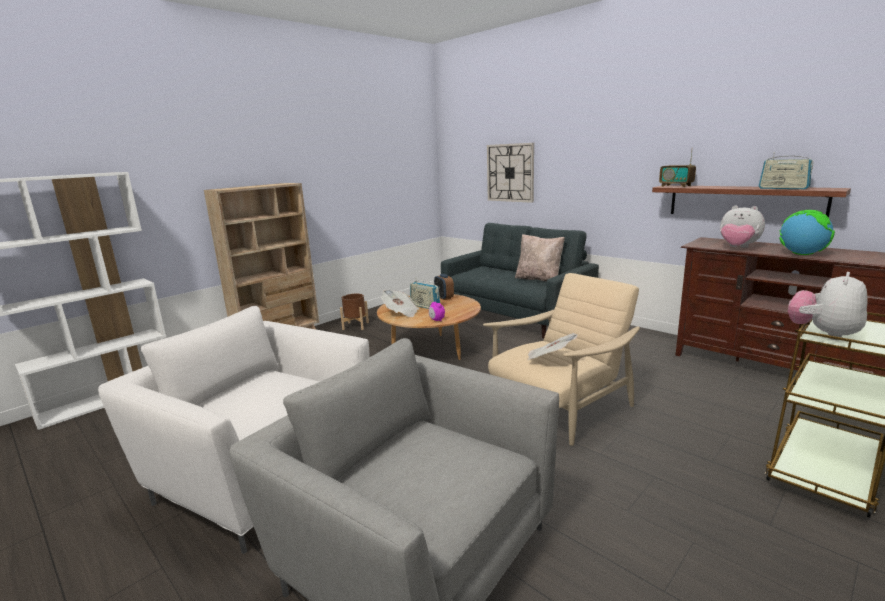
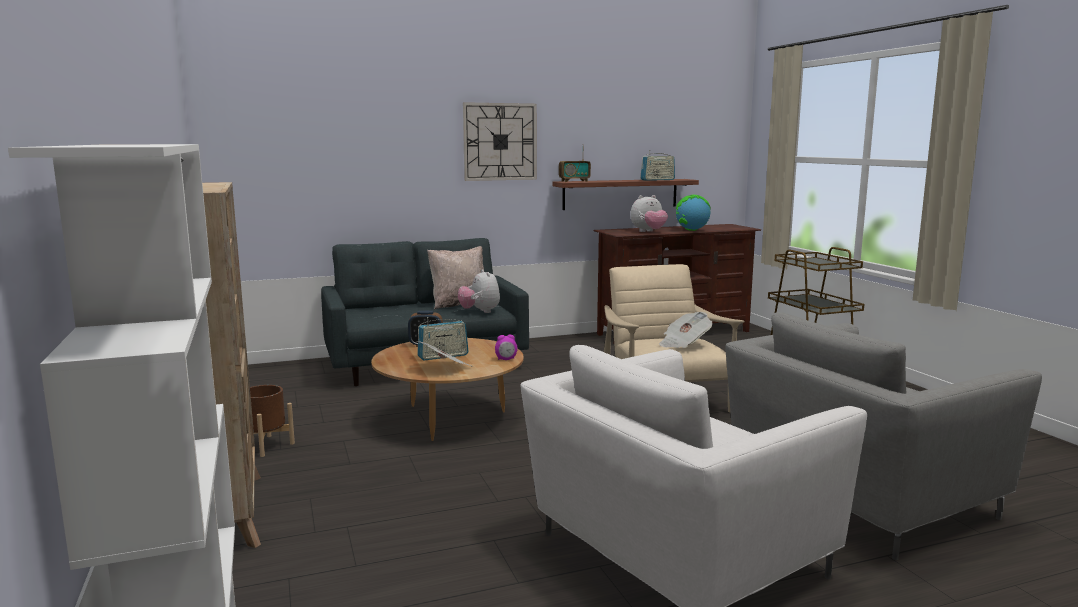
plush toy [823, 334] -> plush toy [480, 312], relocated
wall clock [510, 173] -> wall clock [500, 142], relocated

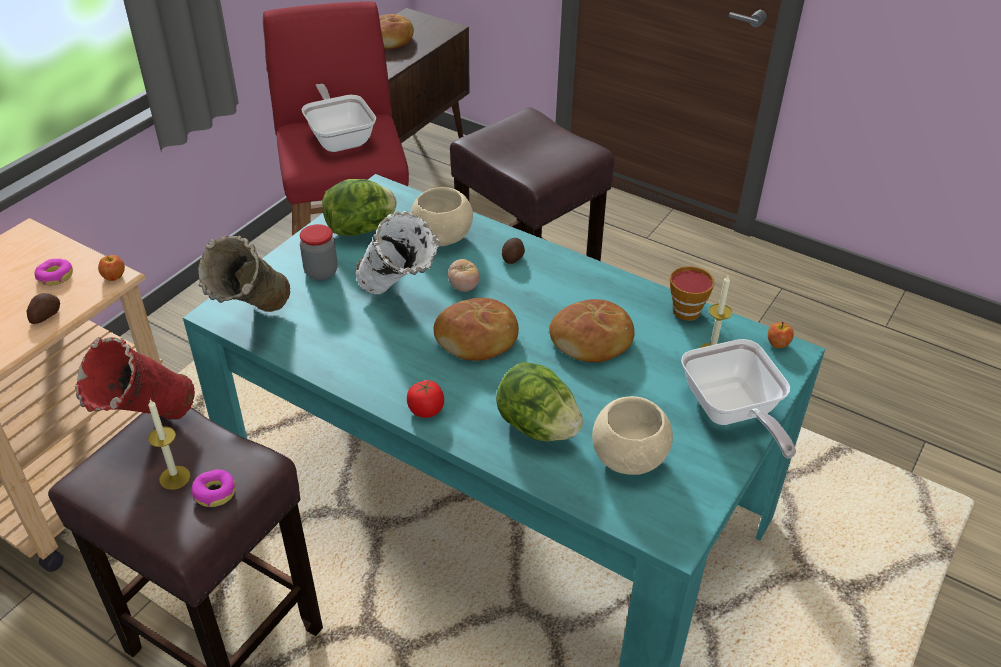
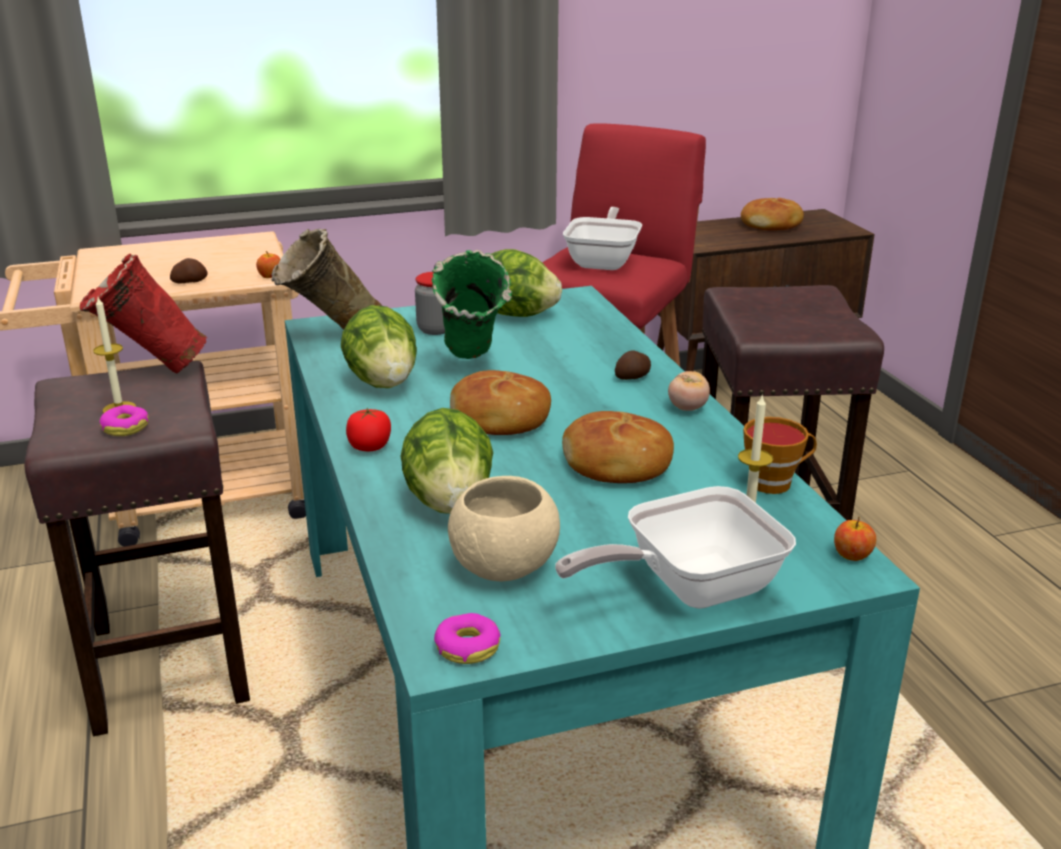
none -> lettuce [383, 382]
white vase [397, 299] -> green vase [472, 367]
donut [55, 276] -> donut [467, 647], relocated
frying pan [732, 414] -> frying pan [688, 588], 45 degrees clockwise
tomato [464, 287] -> tomato [687, 408], relocated
beige bowl [443, 238] -> none

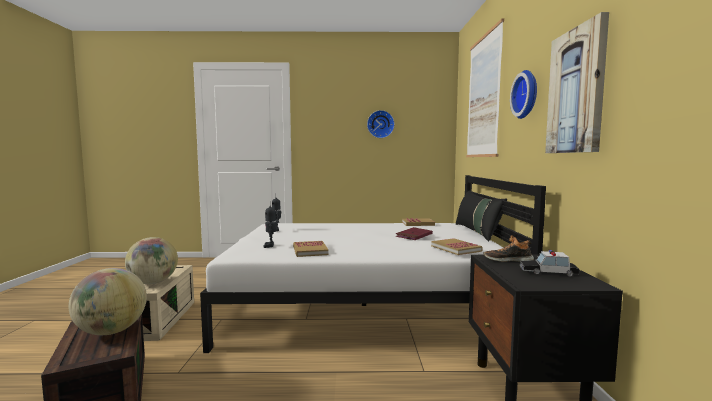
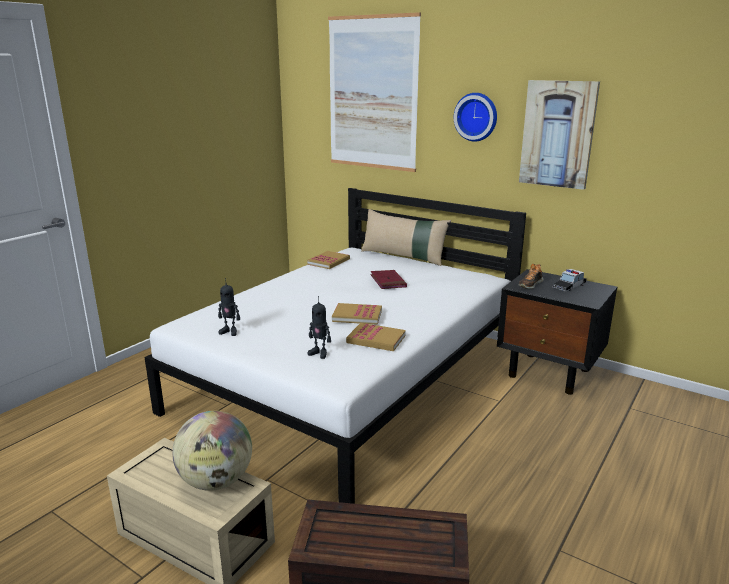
book [456, 248] -> book [357, 316], relocated
black pillow [477, 232] -> beige pillow [404, 256]
globe [111, 331] -> none
wall clock [380, 124] -> none

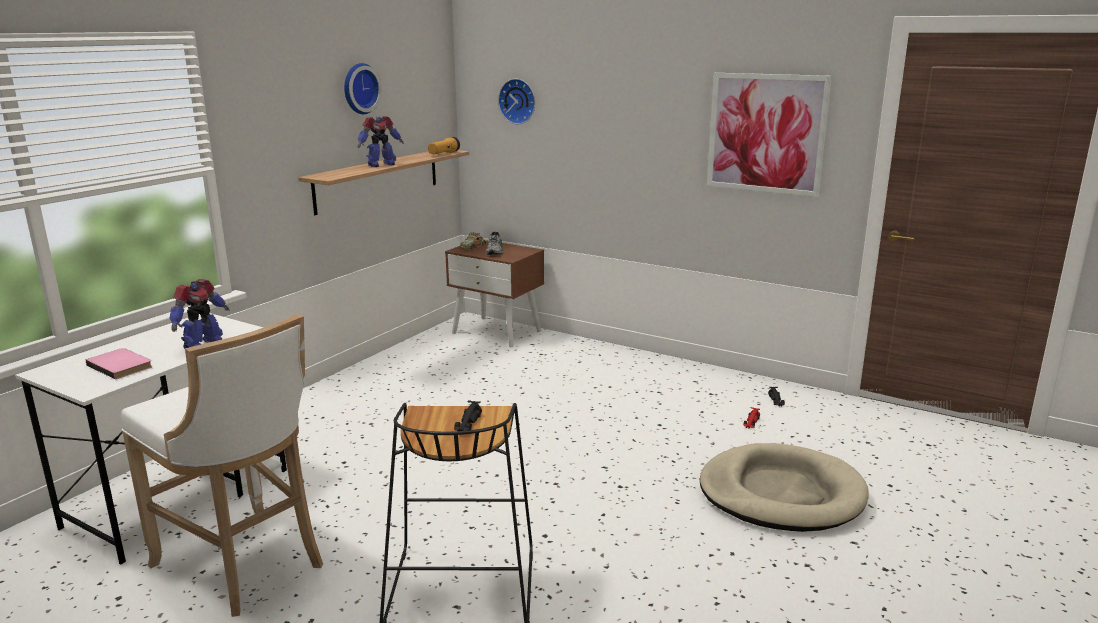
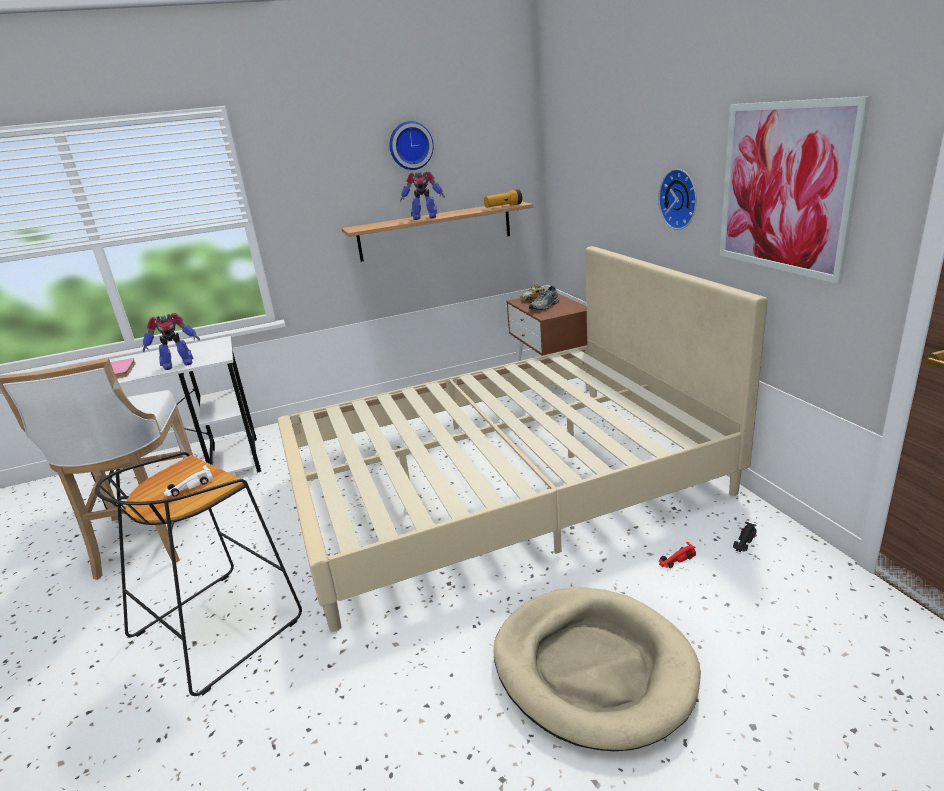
black toy car [467, 423] -> white toy car [188, 487]
none -> beige bed [499, 483]
wall clock [518, 101] -> wall clock [681, 199], relocated

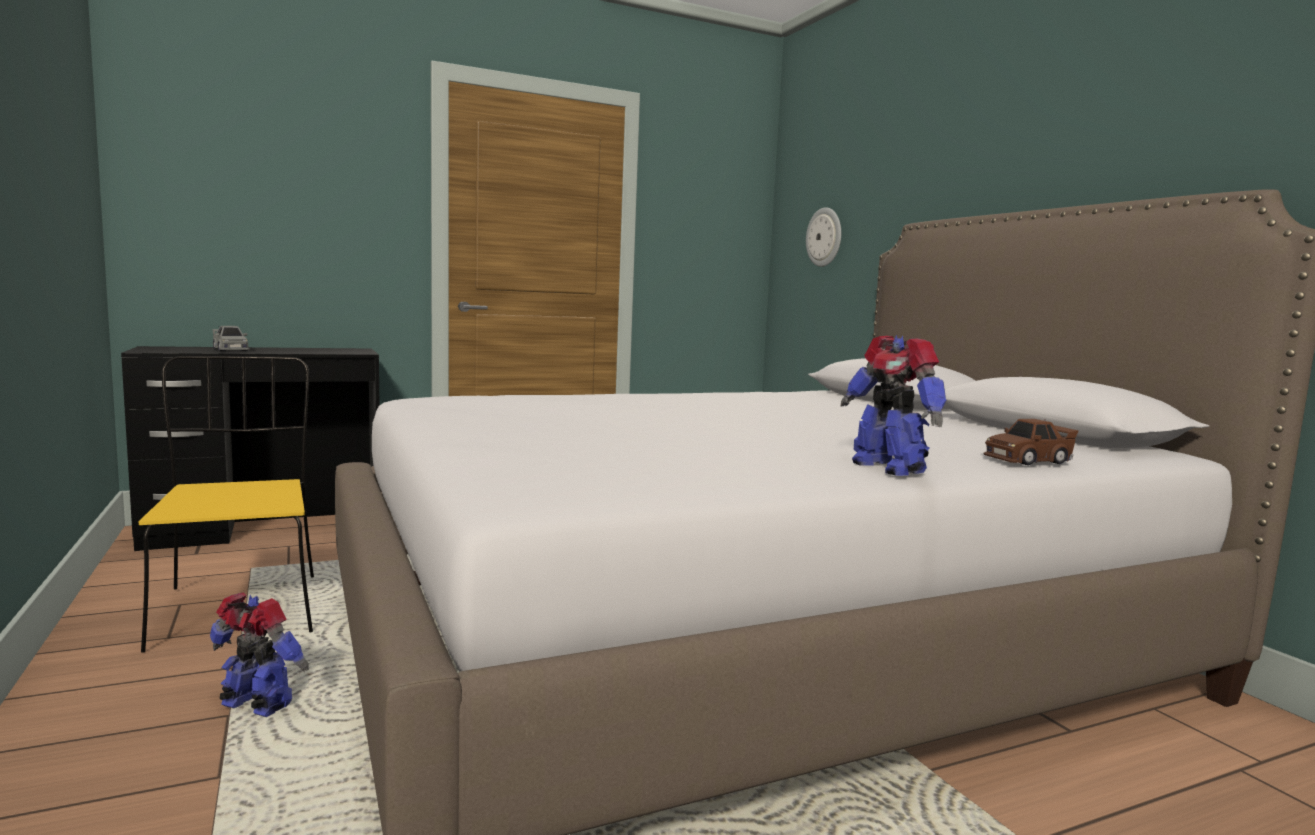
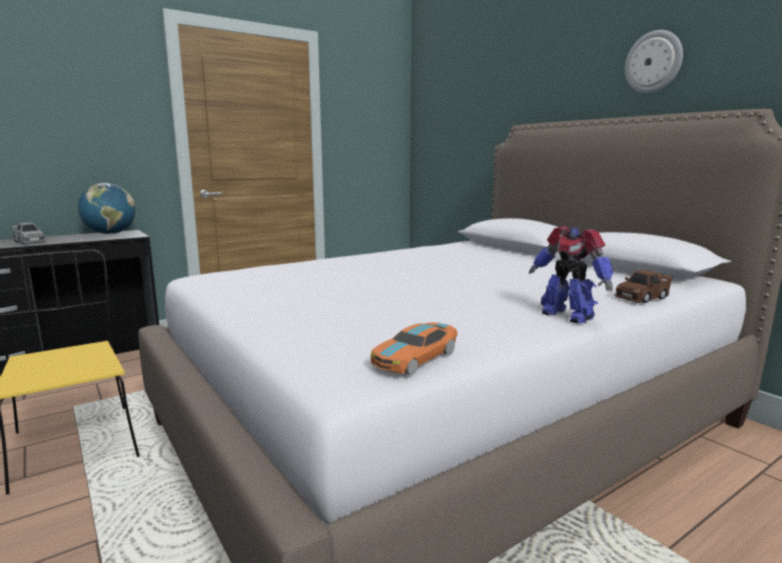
none -> globe [110, 233]
none -> toy car [415, 358]
wall clock [824, 237] -> wall clock [653, 62], relocated
toy robot [256, 706] -> none

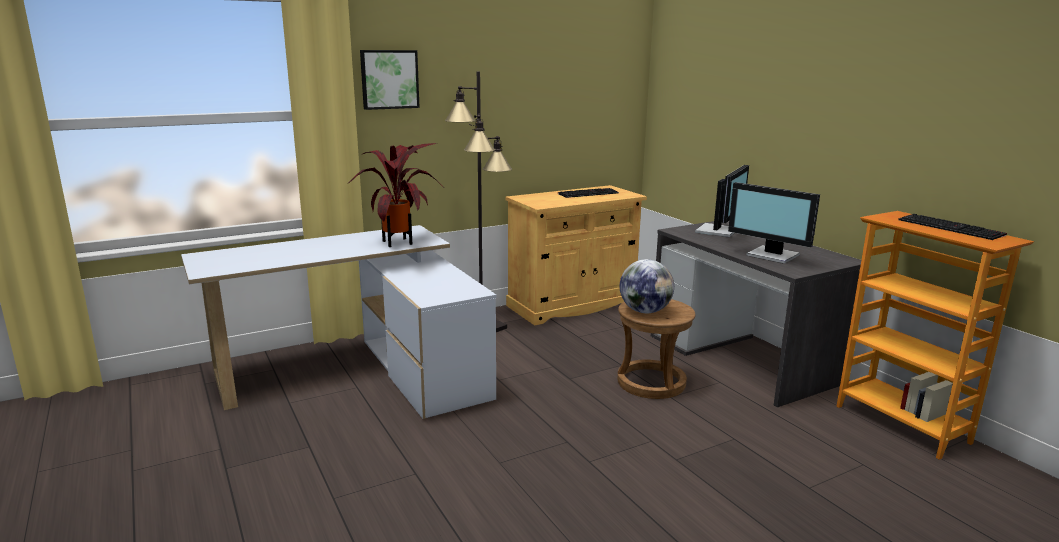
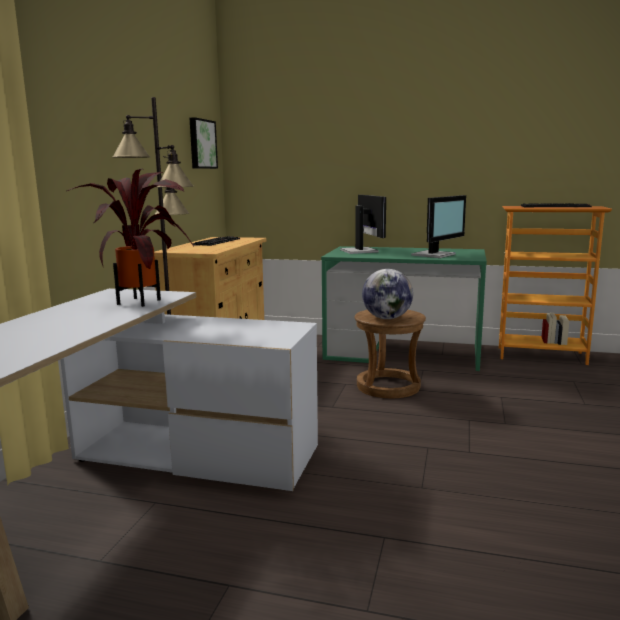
picture [389, 79] -> picture [201, 144], relocated
grey desk [743, 358] -> green desk [403, 352]
monitor [772, 256] -> monitor [435, 255], 45 degrees counterclockwise

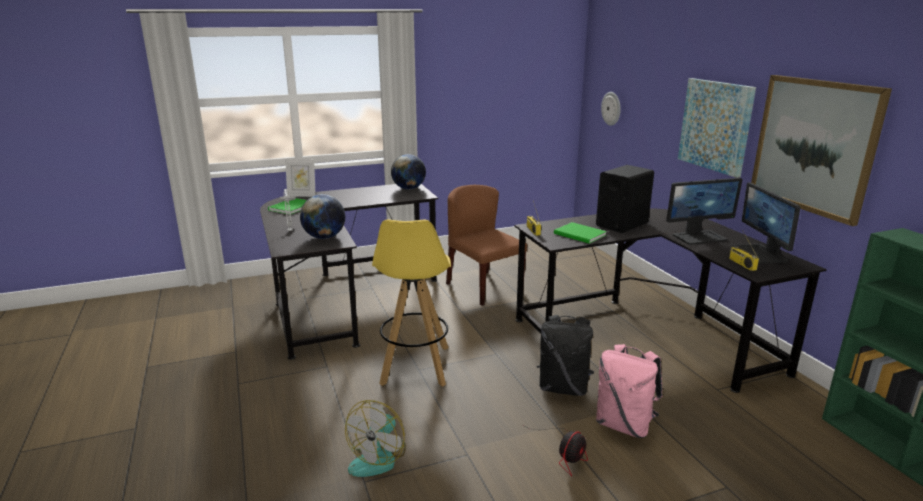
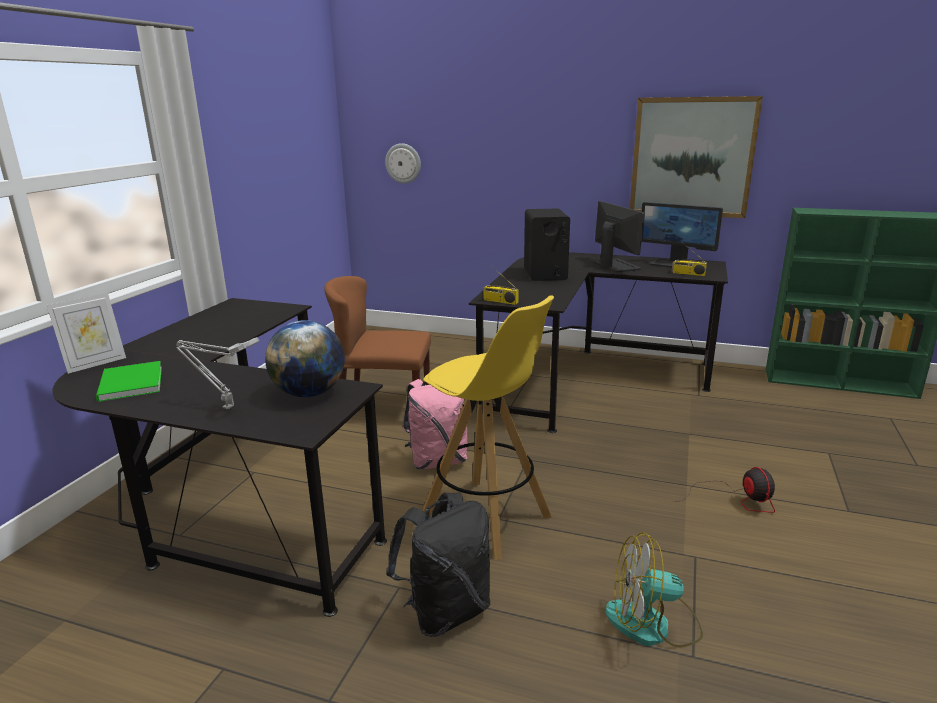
black backpack [563, 387] -> black backpack [445, 611], relocated
pink backpack [624, 425] -> pink backpack [438, 460], relocated
monitor [699, 237] -> monitor [615, 266], 45 degrees counterclockwise
fan [378, 457] -> fan [652, 624], 120 degrees clockwise
globe [409, 188] -> none
green book [580, 235] -> none
picture [715, 126] -> none

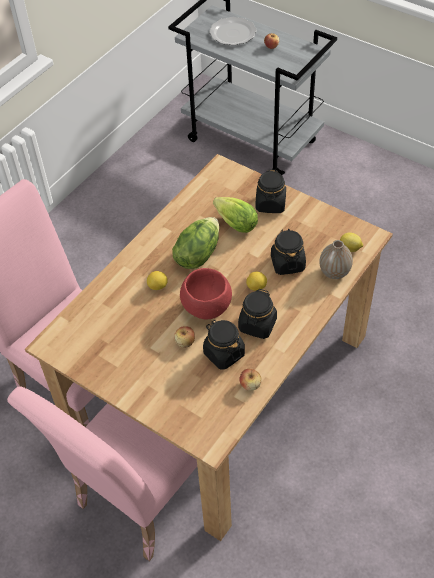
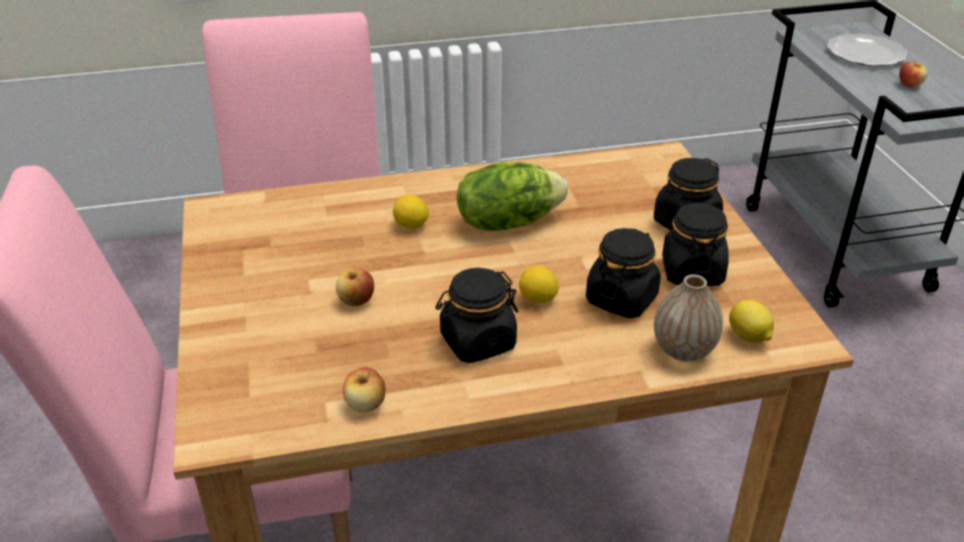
black jar [223, 354] -> black jar [692, 271], relocated
red bowl [207, 307] -> none
lettuce [233, 223] -> none

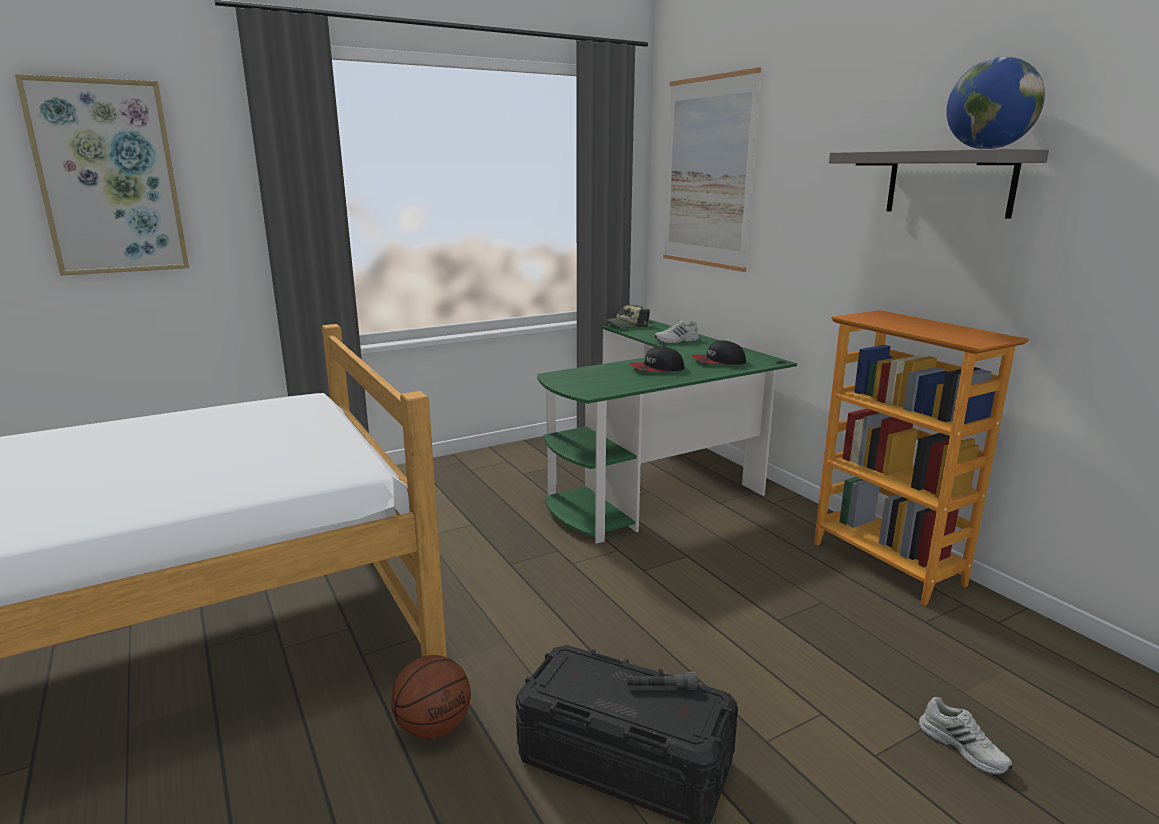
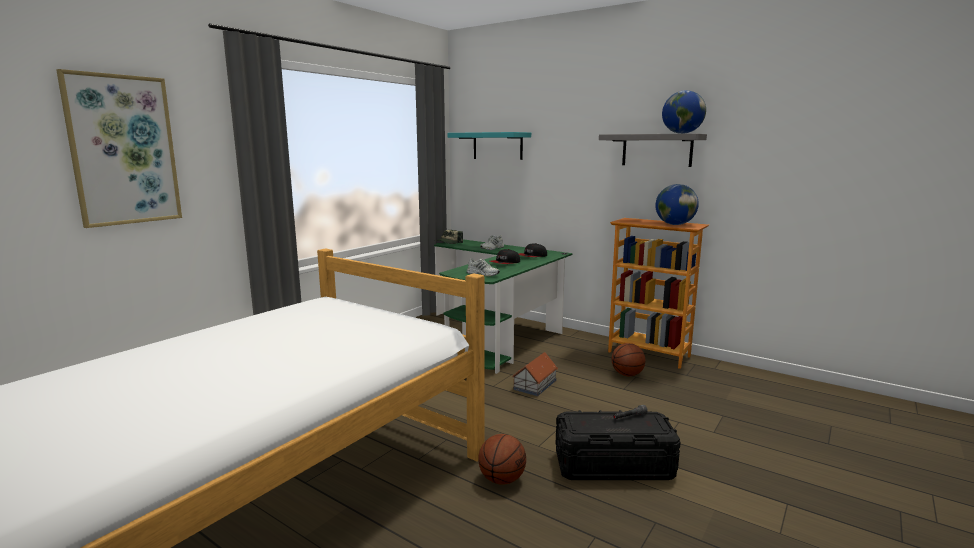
picture [708, 173] -> turquoise shelf [497, 146]
white shoe [963, 747] -> white shoe [483, 274], relocated
none -> toy house [535, 384]
none -> basketball [627, 375]
none -> globe [674, 224]

